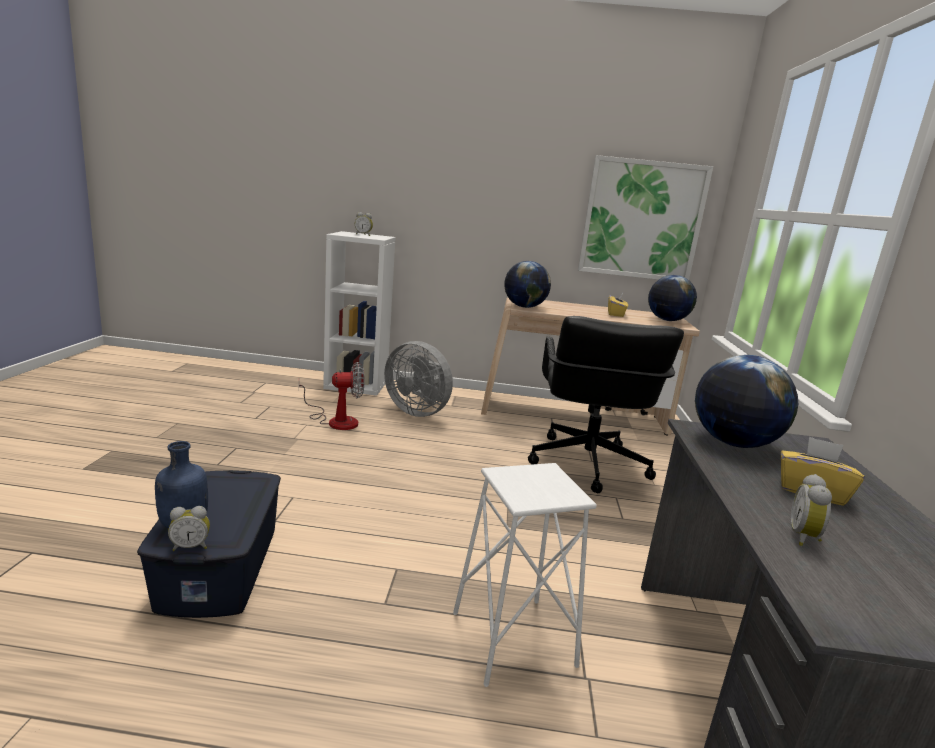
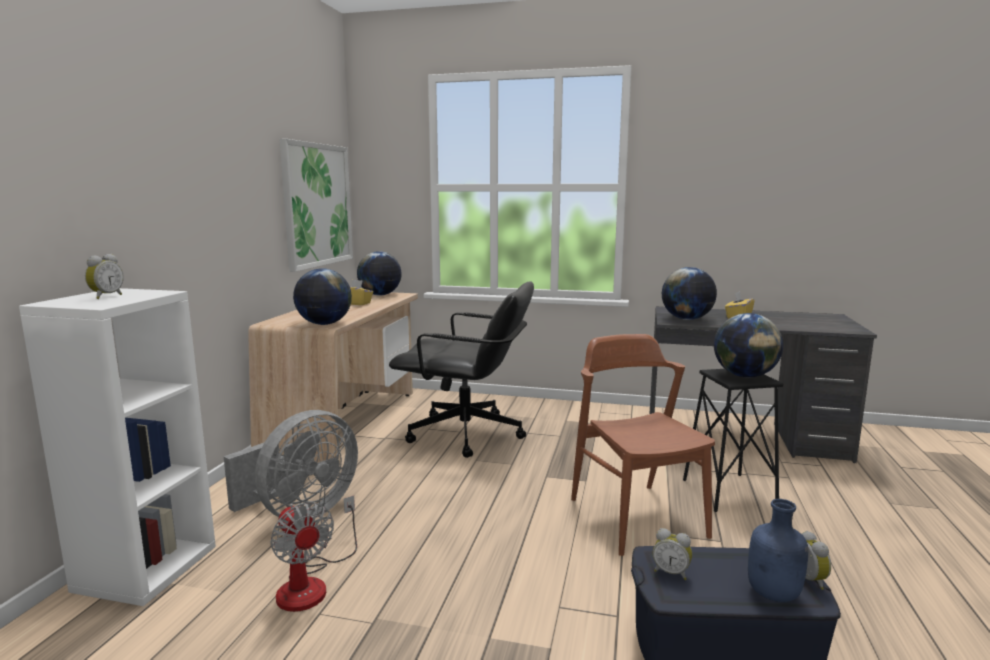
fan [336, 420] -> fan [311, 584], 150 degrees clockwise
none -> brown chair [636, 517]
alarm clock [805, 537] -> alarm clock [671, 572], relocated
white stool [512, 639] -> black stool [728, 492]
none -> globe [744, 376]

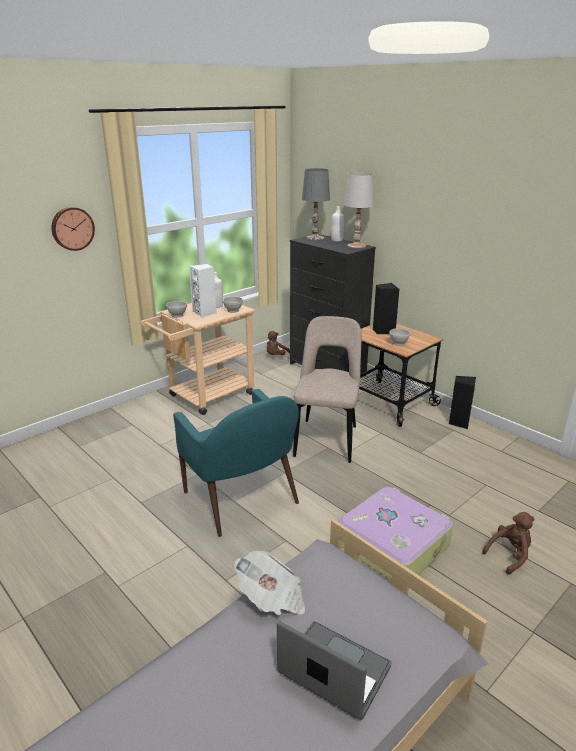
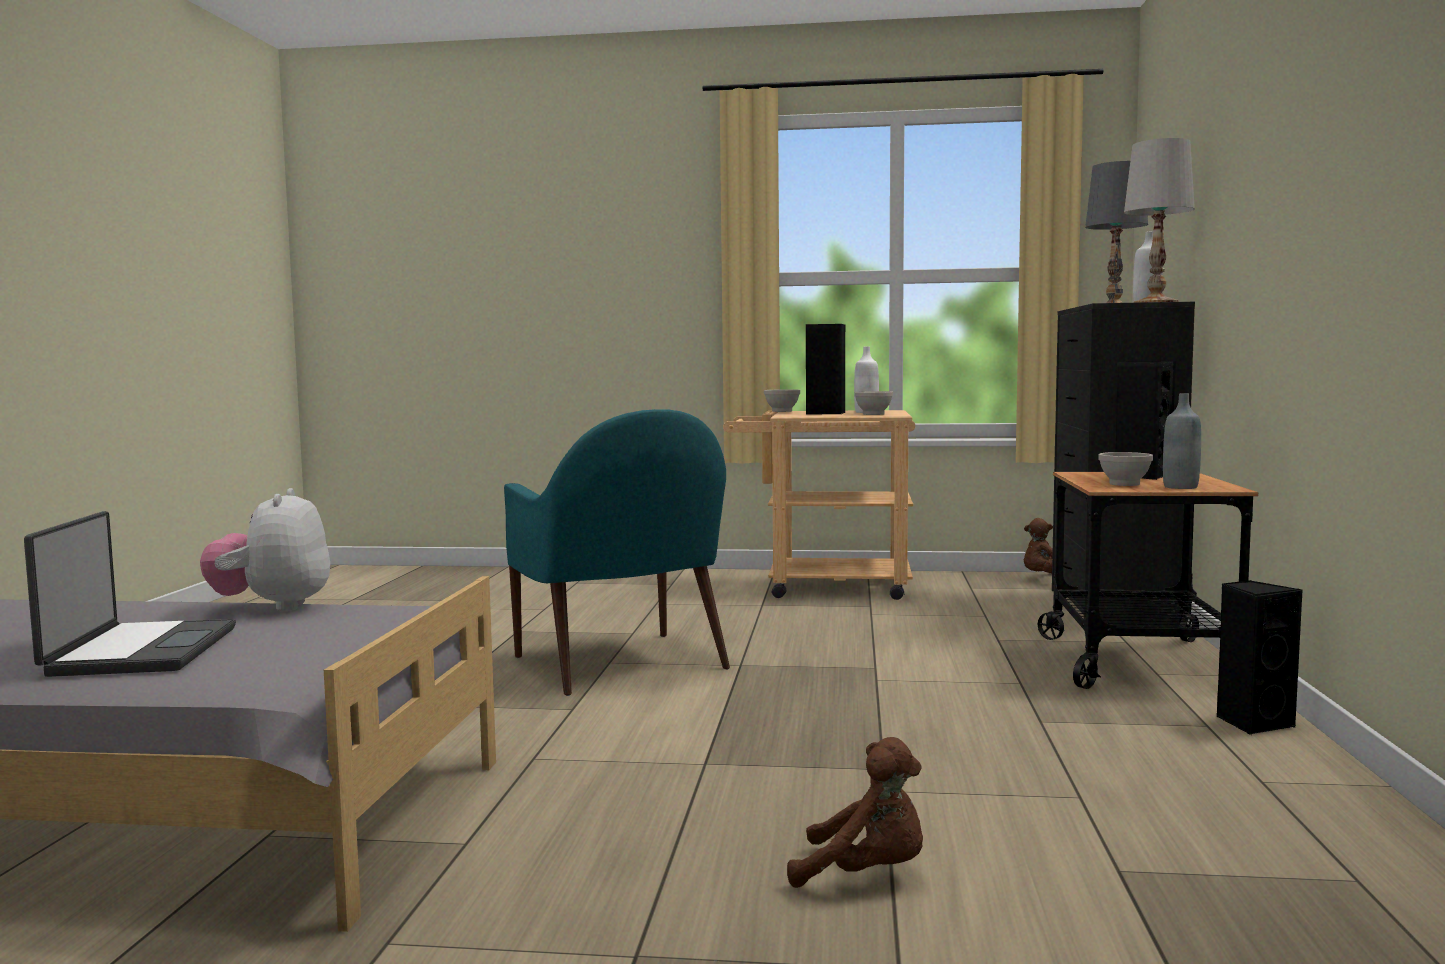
newspaper [272, 598] -> plush toy [273, 607]
turquoise armchair [242, 499] -> turquoise armchair [621, 664], 45 degrees counterclockwise
white speaker [205, 313] -> black speaker [825, 413]
none -> grey bottle [1180, 487]
wall clock [72, 228] -> none
beige chair [327, 439] -> none
suitcase [393, 544] -> none

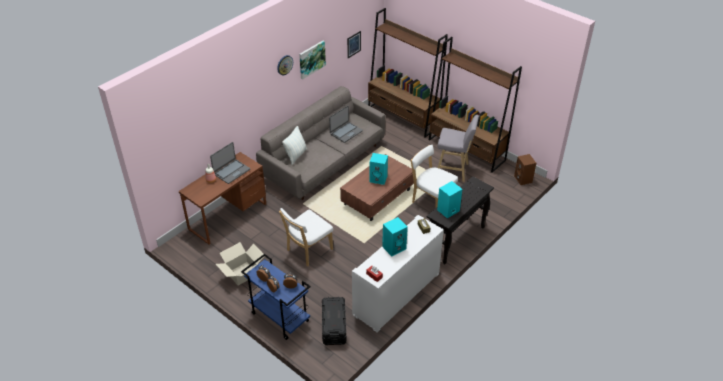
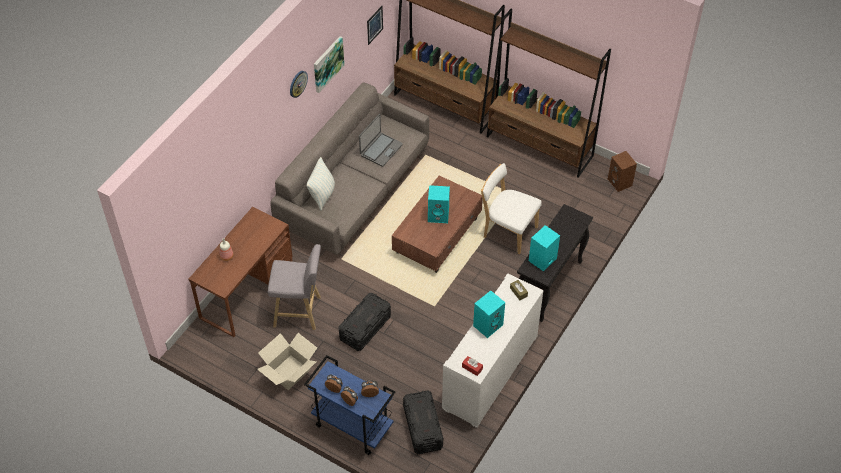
grey stool [453, 171] -> grey stool [300, 312], relocated
white chair [307, 251] -> black storage box [365, 327]
laptop [231, 171] -> none

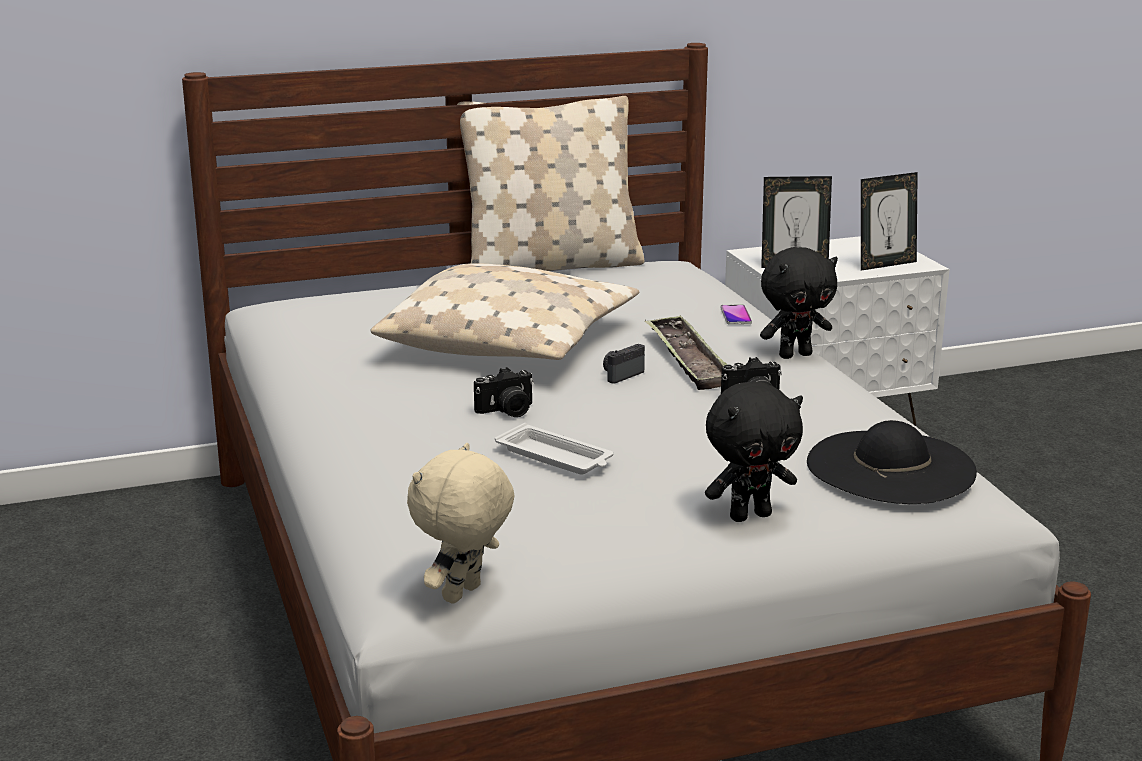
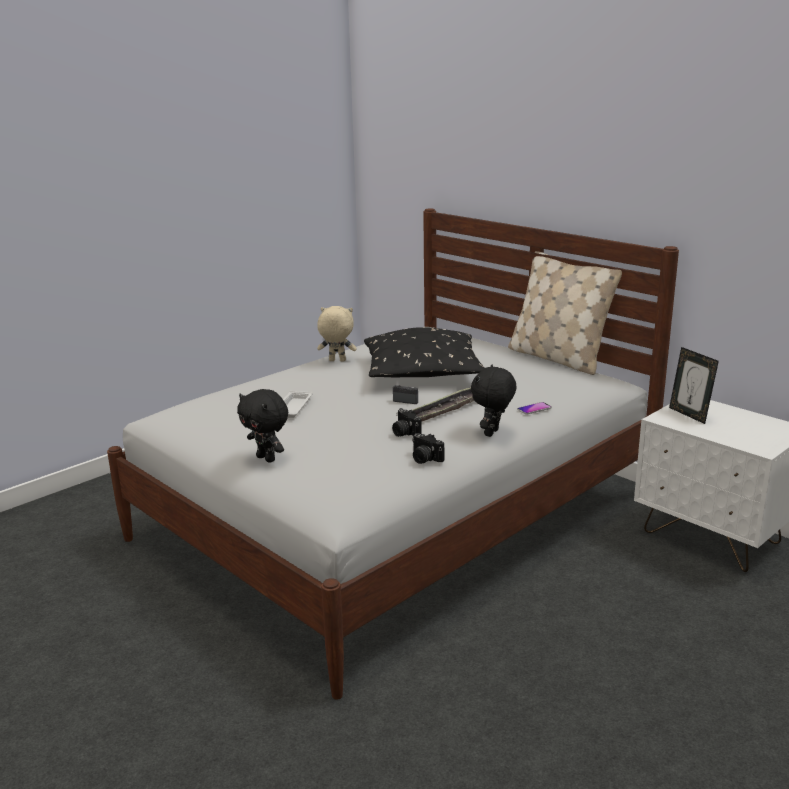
beige plush toy [464, 595] -> beige plush toy [337, 361], relocated
beige pillow [510, 342] -> black pillow [423, 372]
photo camera [507, 411] -> photo camera [424, 459], relocated
black plush toy [795, 355] -> black plush toy [492, 433], 75 degrees clockwise
black hat [891, 467] -> none
picture frame [885, 264] -> none

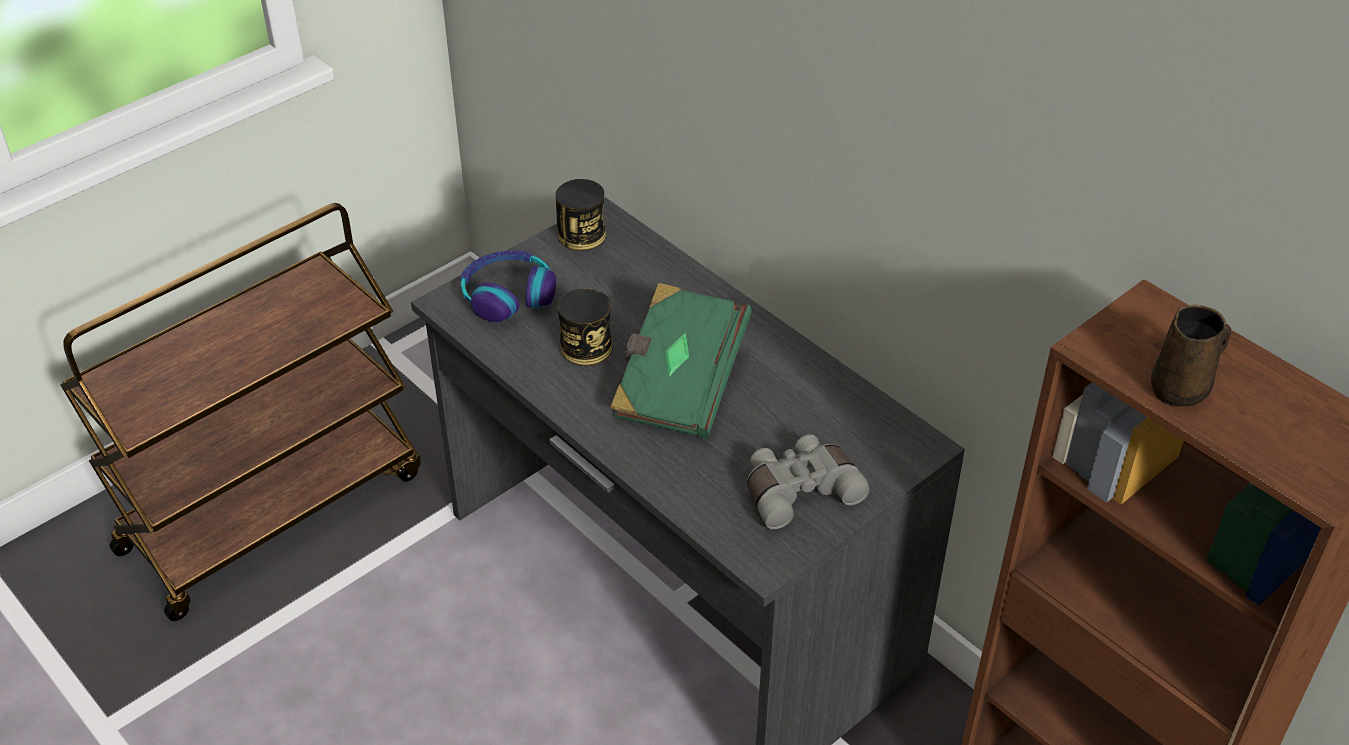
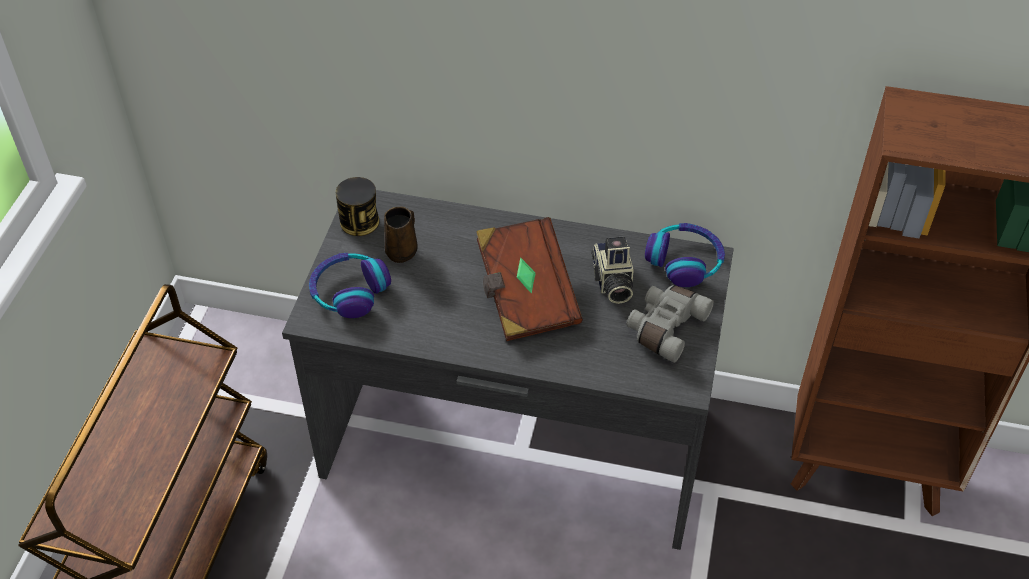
brown mug [1181, 389] -> brown mug [402, 251], relocated
green book [678, 383] -> brown book [525, 295]
none -> photo camera [612, 282]
none -> headphones [684, 261]
can [586, 348] -> none

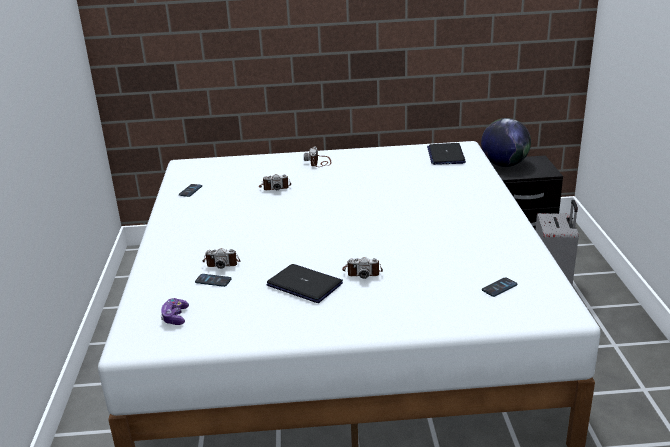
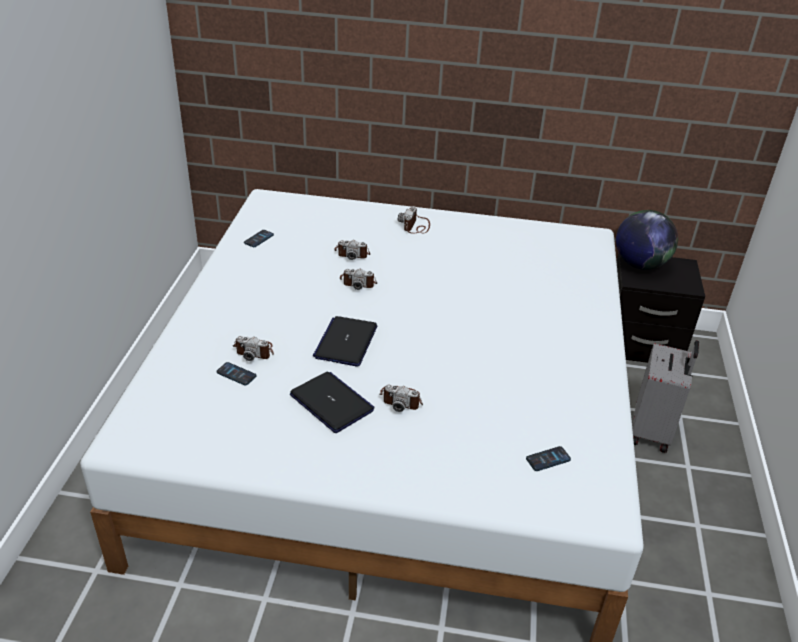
laptop [446, 155] -> laptop [346, 342], relocated
none -> photo camera [358, 282]
game controller [175, 317] -> none

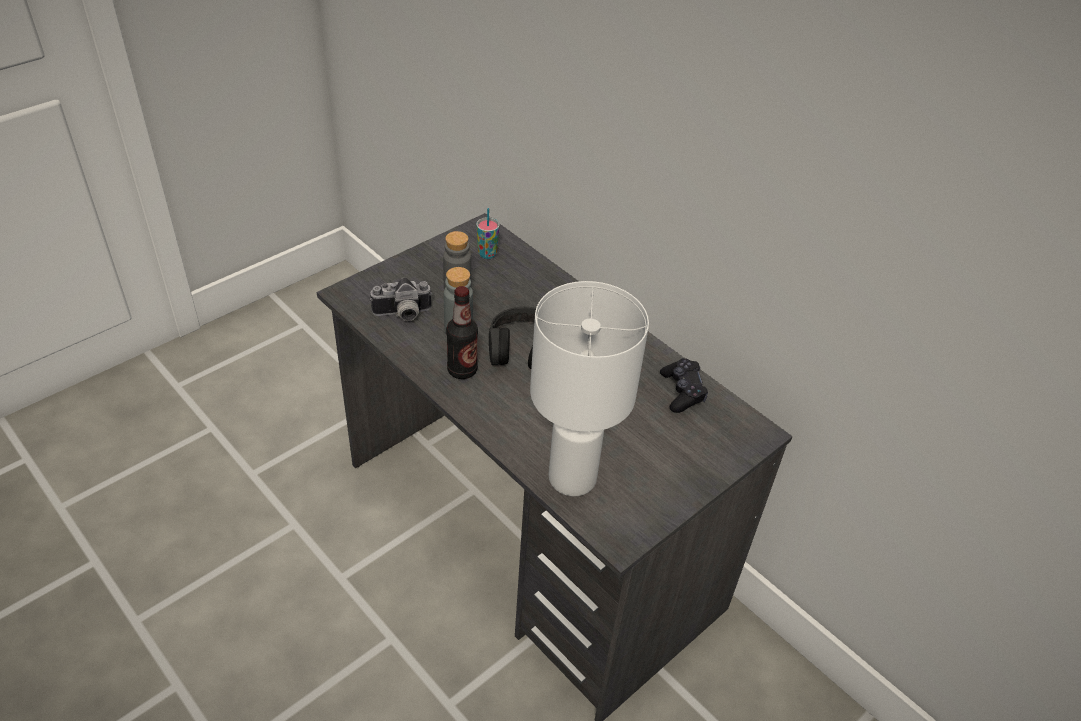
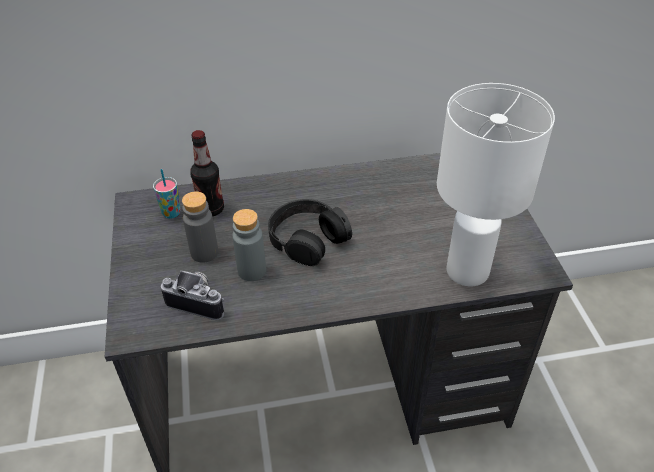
photo camera [402, 315] -> photo camera [199, 301], 90 degrees counterclockwise
bottle [462, 370] -> bottle [211, 209], relocated
black game controller [682, 391] -> none

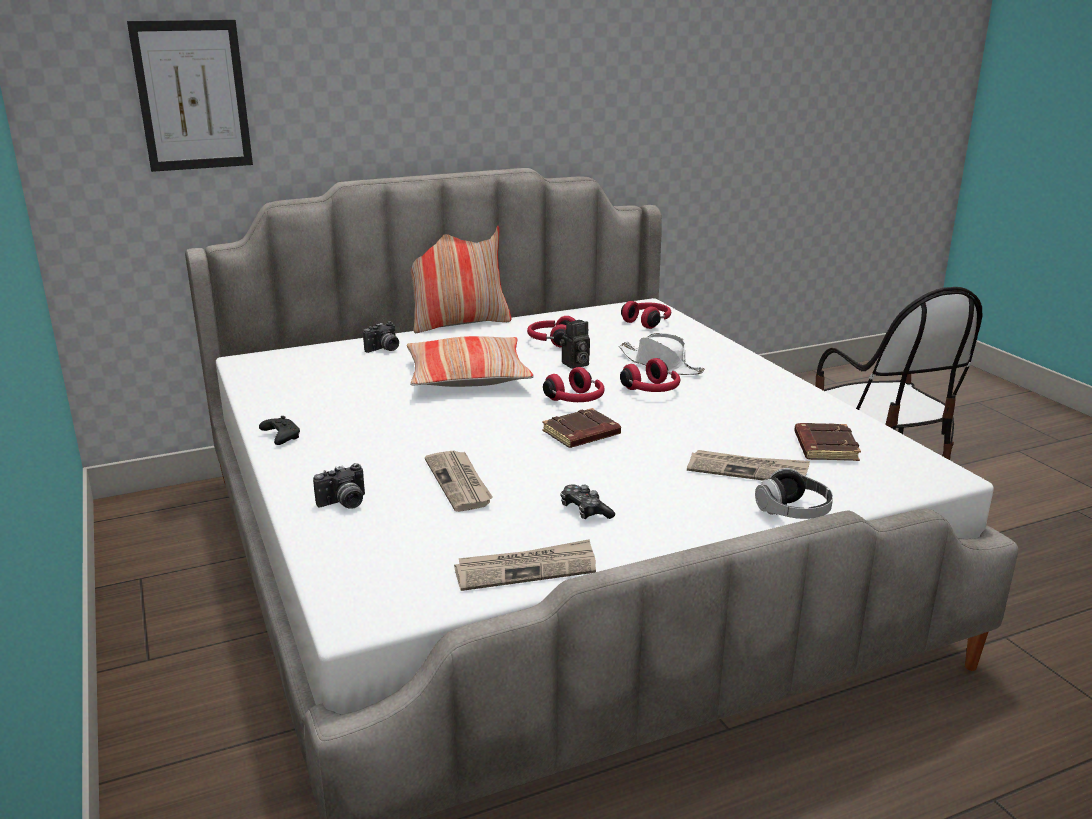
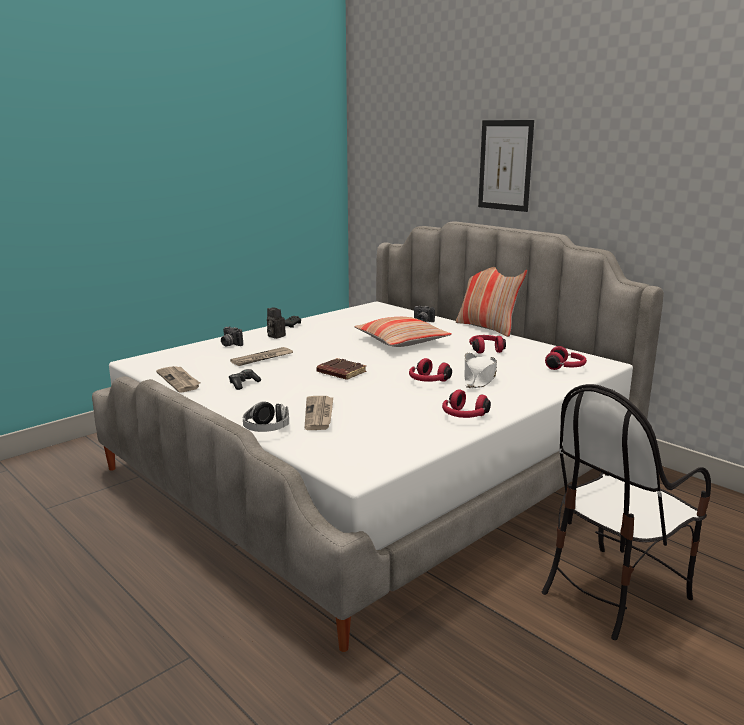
photo camera [575, 364] -> photo camera [275, 336], relocated
red headphones [576, 400] -> red headphones [464, 416], relocated
picture [192, 96] -> picture [505, 165], relocated
brown book [824, 447] -> none

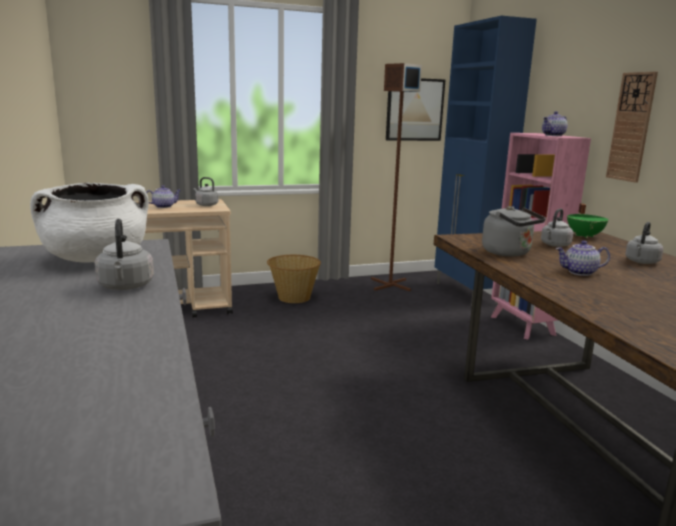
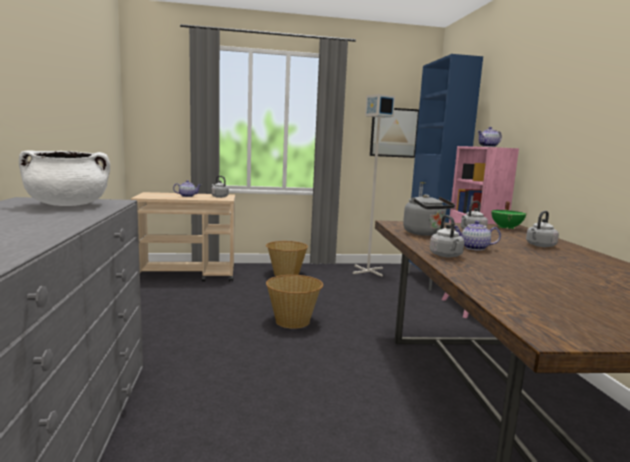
none -> basket [293, 321]
brown floor lamp [389, 284] -> grey floor lamp [367, 271]
grey kettle [125, 287] -> grey kettle [446, 256], relocated
wall clock [631, 127] -> none

